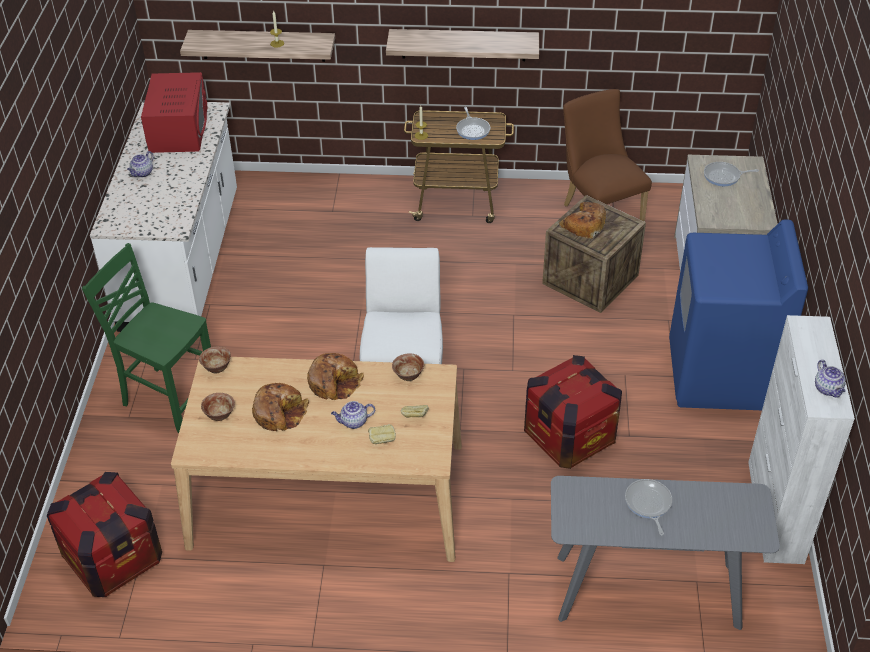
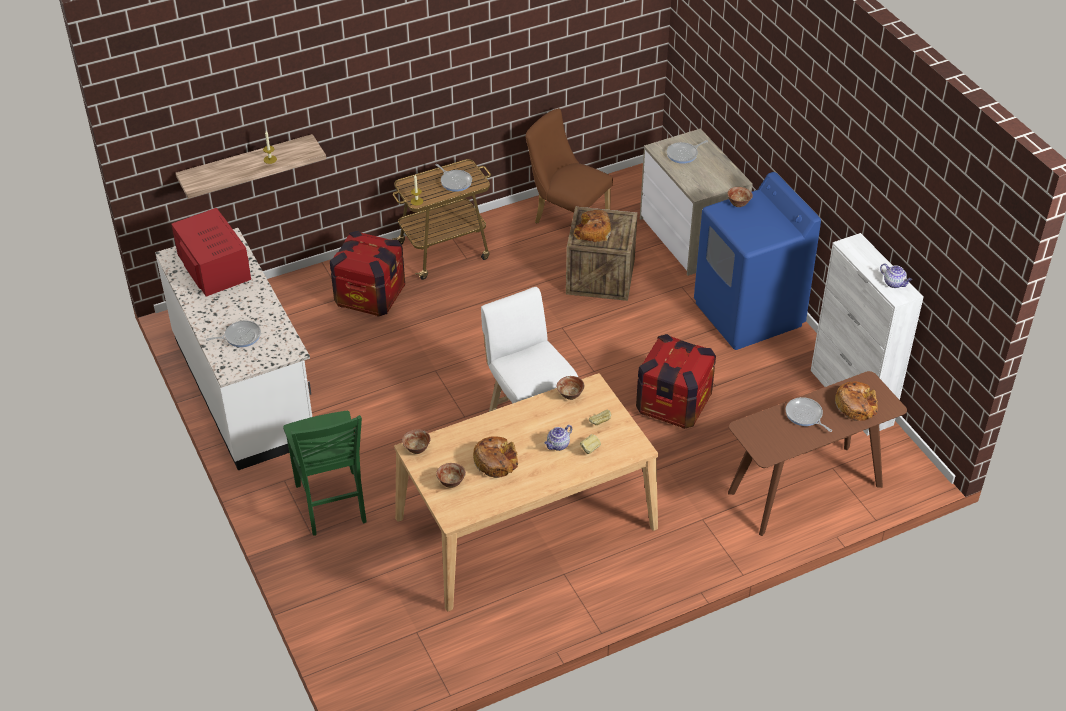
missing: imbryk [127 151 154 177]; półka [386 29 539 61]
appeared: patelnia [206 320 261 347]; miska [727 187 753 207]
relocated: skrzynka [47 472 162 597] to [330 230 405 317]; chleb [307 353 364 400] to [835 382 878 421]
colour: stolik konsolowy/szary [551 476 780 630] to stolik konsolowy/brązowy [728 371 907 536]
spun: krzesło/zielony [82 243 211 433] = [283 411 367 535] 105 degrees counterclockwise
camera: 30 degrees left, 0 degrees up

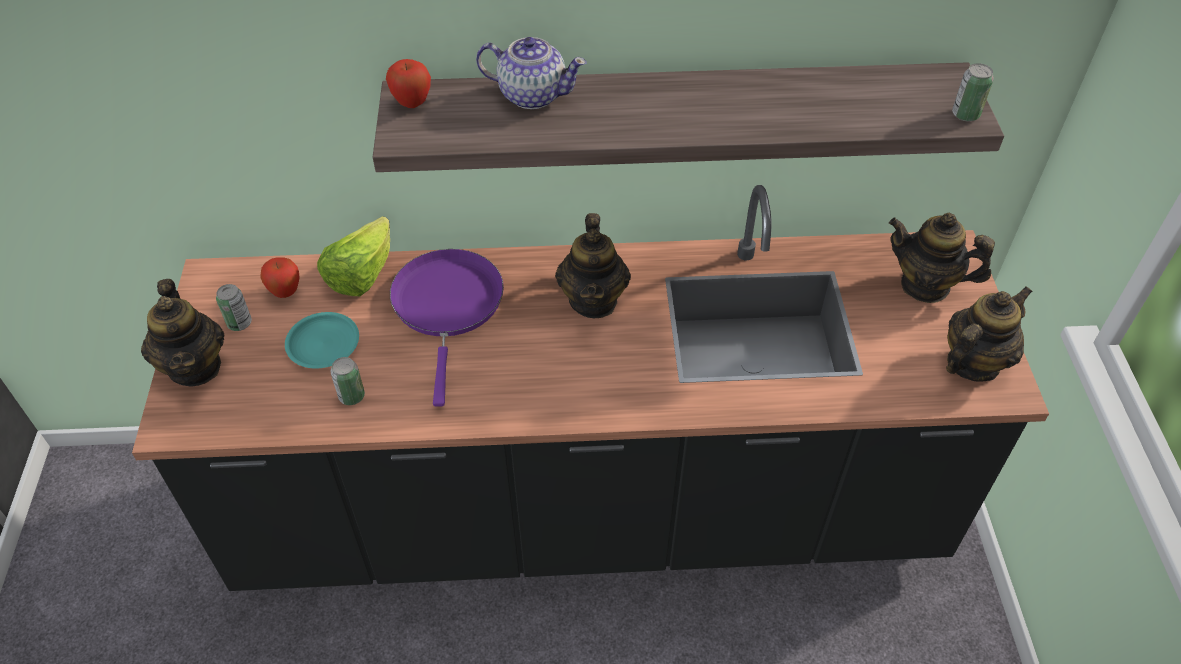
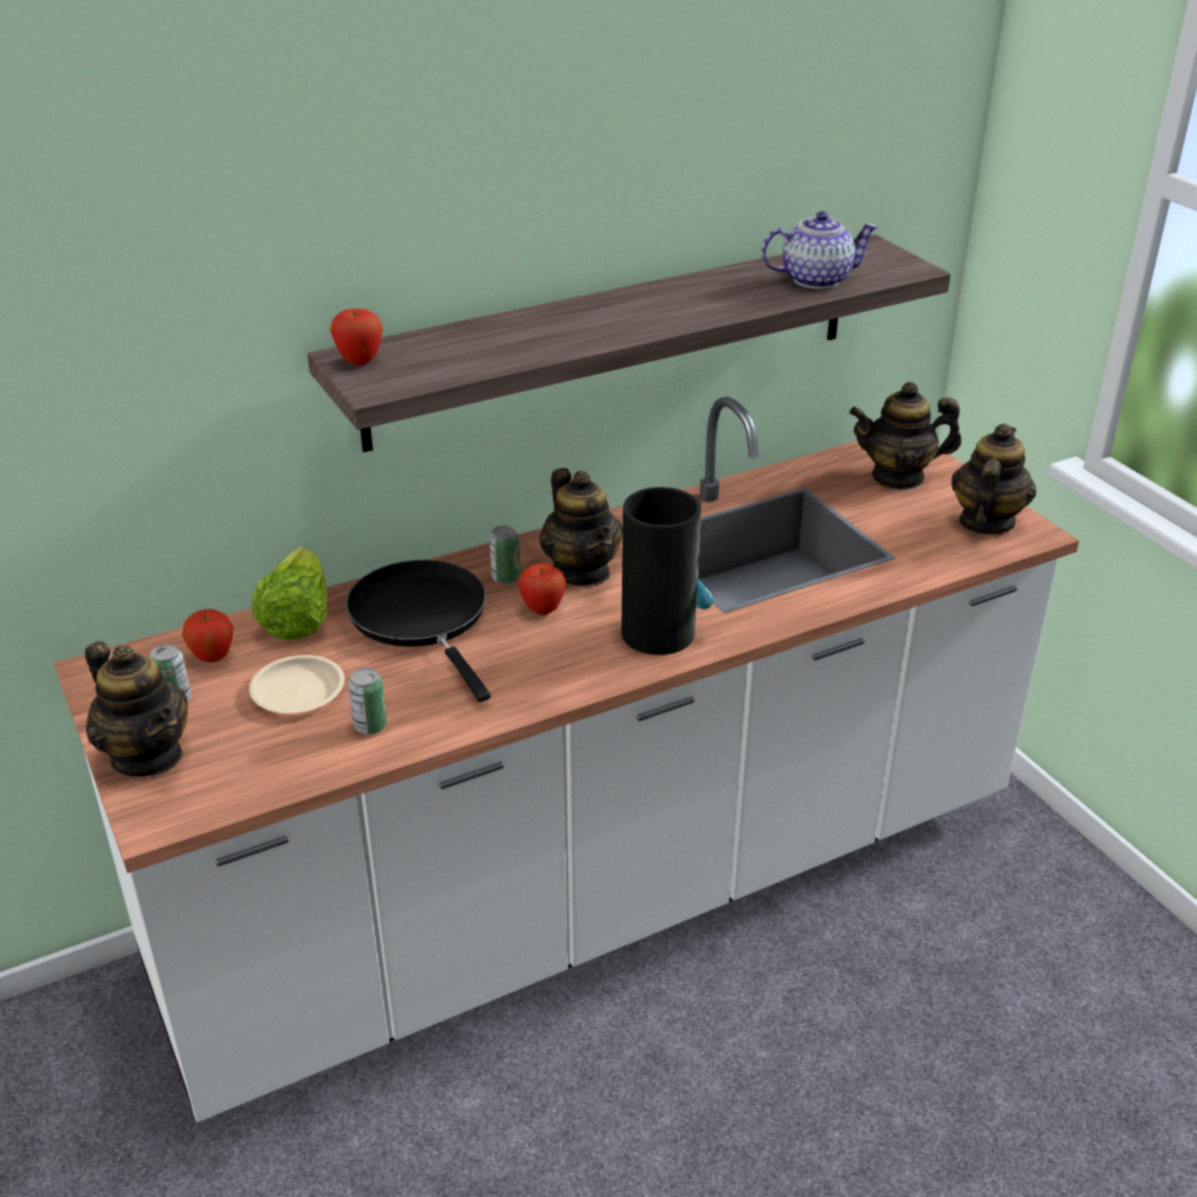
appeared: jabłko [518 564 566 615]; wazon [621 487 713 655]
relocated: imbryk [476 37 587 109] to [761 211 879 289]; puszka [952 63 994 121] to [490 525 520 584]
colour: zabudowa kuchenna/czarny [132 185 1049 591] to zabudowa kuchenna/biały [54 397 1079 1122]; talerz/turkusowy [285 312 359 369] to talerz/beżowy [249 655 345 713]; patelnia/fioletowy [390 249 504 407] to patelnia/czarny [346 560 491 702]
camera: 25 degrees left, 15 degrees down

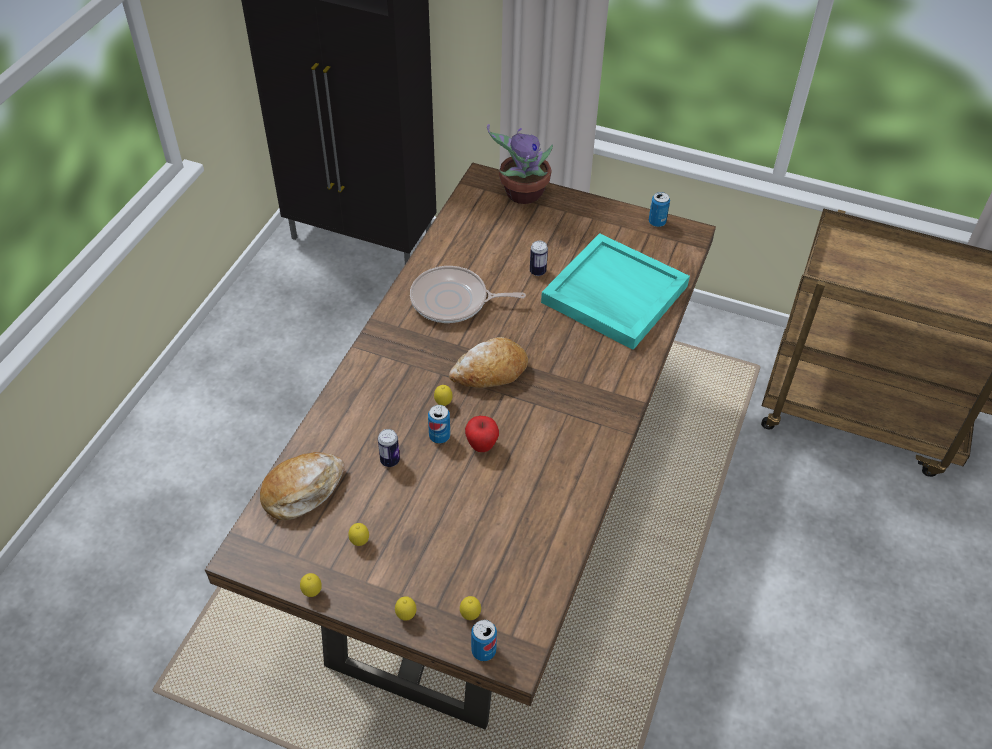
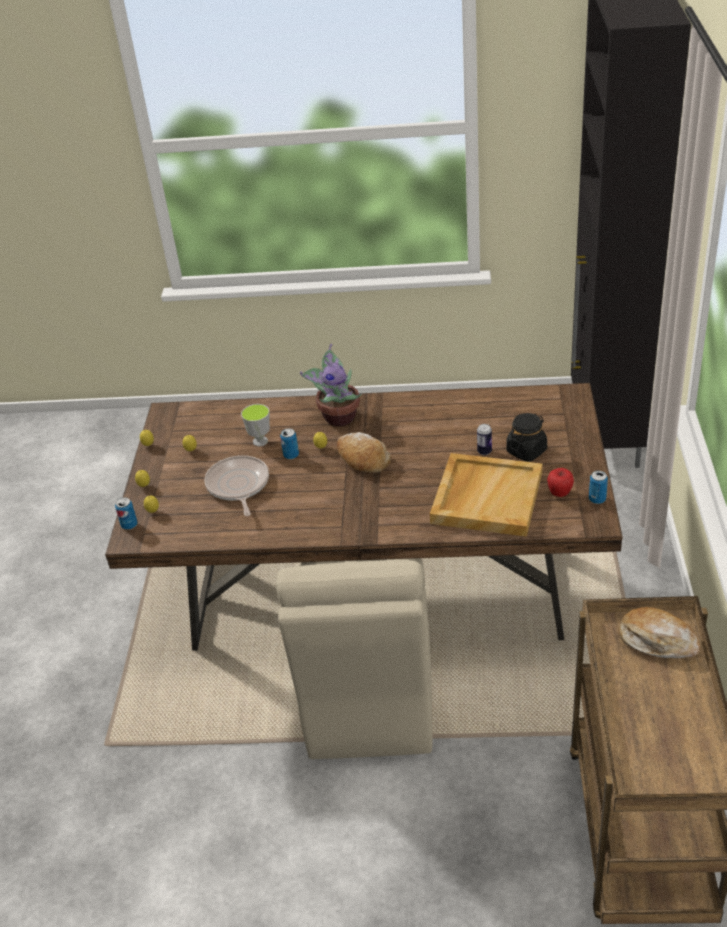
appeared: krzesło/beżowy [276 558 433 759]; słoik/czarny [506 413 547 462]
relocated: chleb [260 452 344 520] to [618 607 700 659]; patelnia [410 266 526 323] to [204 455 269 516]; jabłko [465 416 499 452] to [547 468 574 497]; roślina doniczkowa [487 124 553 204] to [300 344 362 426]
exchanged: puszka [378 429 400 467] to filiżanka [241 404 270 446]
colour: taca/turkusowy [541 233 690 350] to taca/beżowy [430 453 542 537]
camera: 75 degrees right, 10 degrees down

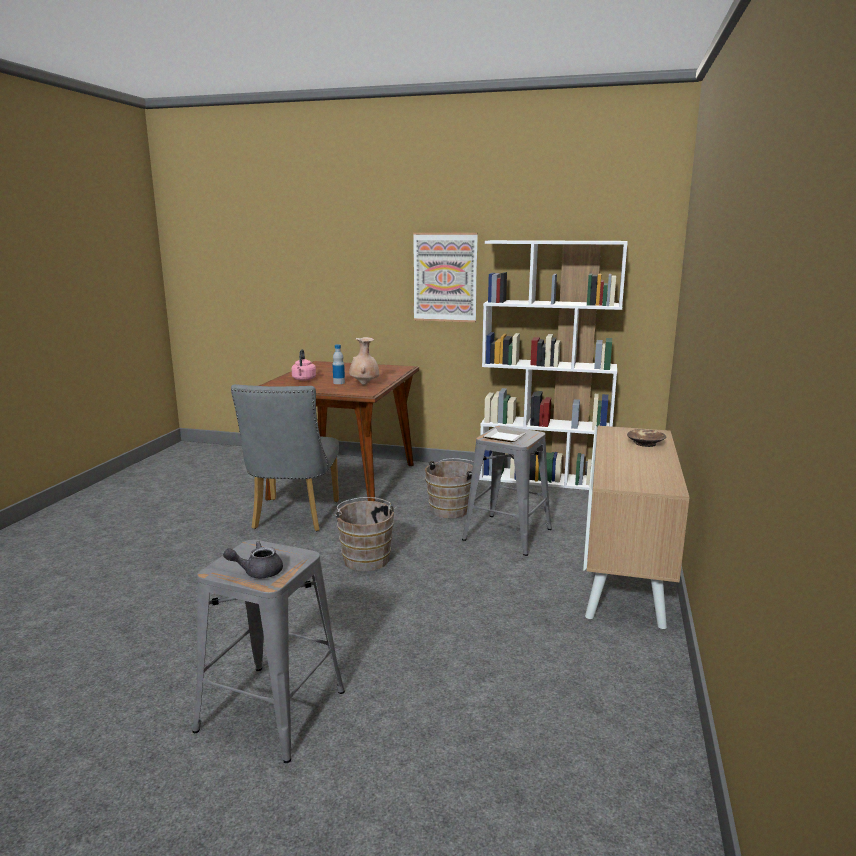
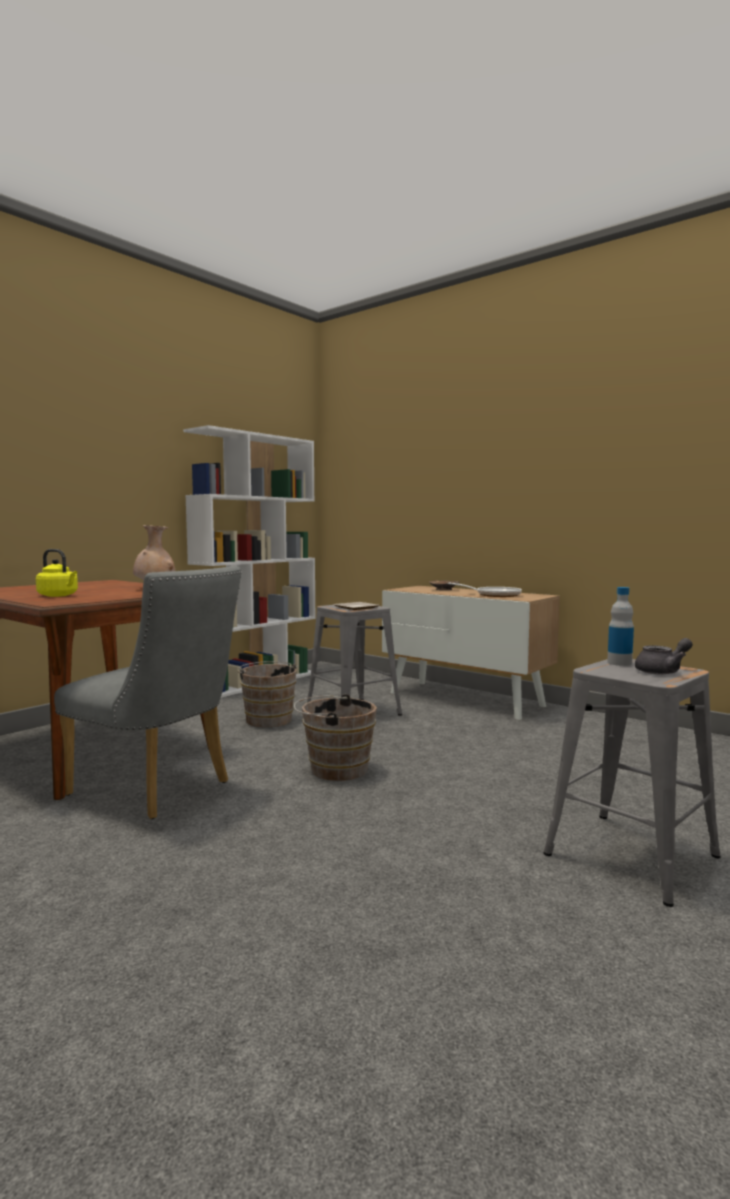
missing: obraz [413 233 478 322]
appeared: patelnia [448 582 522 597]
relocated: butelka [333 344 345 384] to [607 587 634 666]
colour: czajnik/różowy [292 349 316 381] to czajnik/żółty [36 549 78 597]
spun: imbryk/szary [223 541 283 579] = [635 638 693 675] 120 degrees counterclockwise
camera: 65 degrees left, 10 degrees down

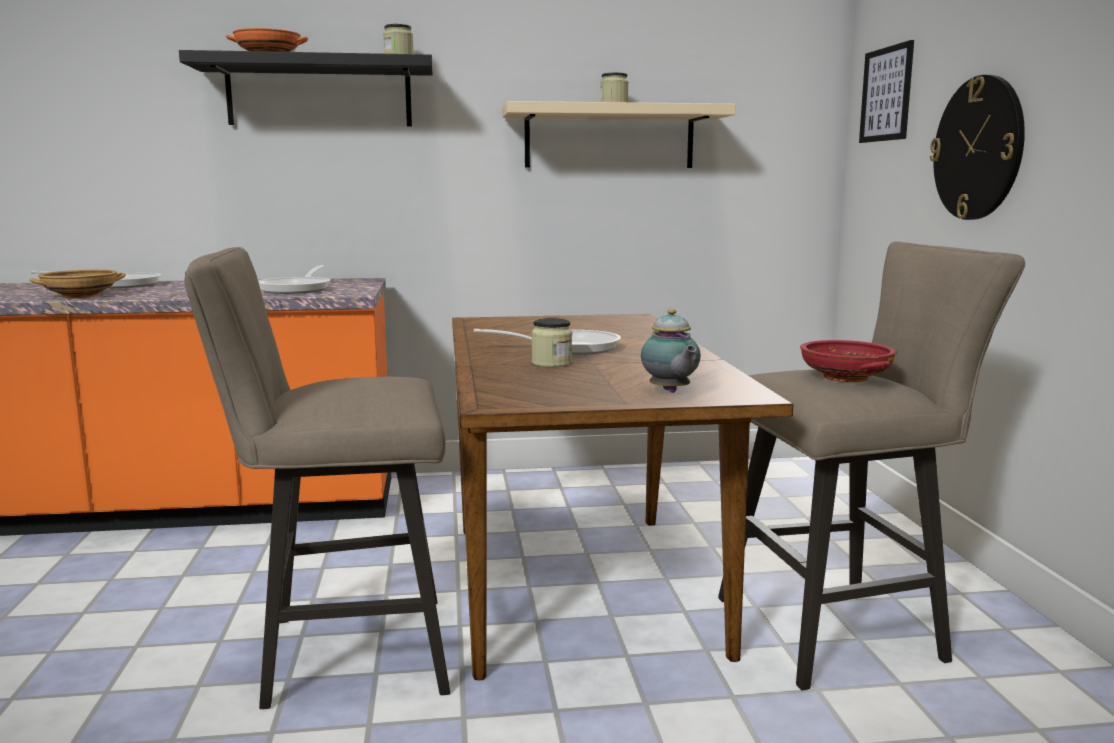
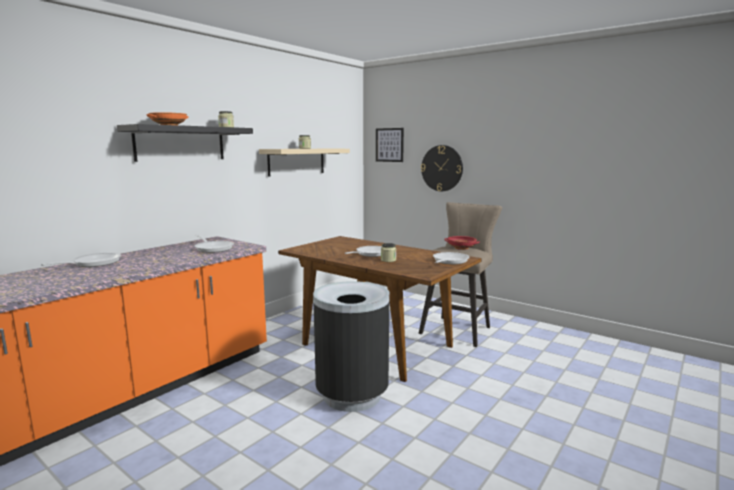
missing: miska/beżowy [29 270 126 298]
exchanged: stołek/beżowy [184 247 450 709] to kosz na śmieci/czarny [313 281 390 412]; imbryk [641 309 701 393] to patelnia [433 252 469 264]
camera: 45 degrees left, 0 degrees up

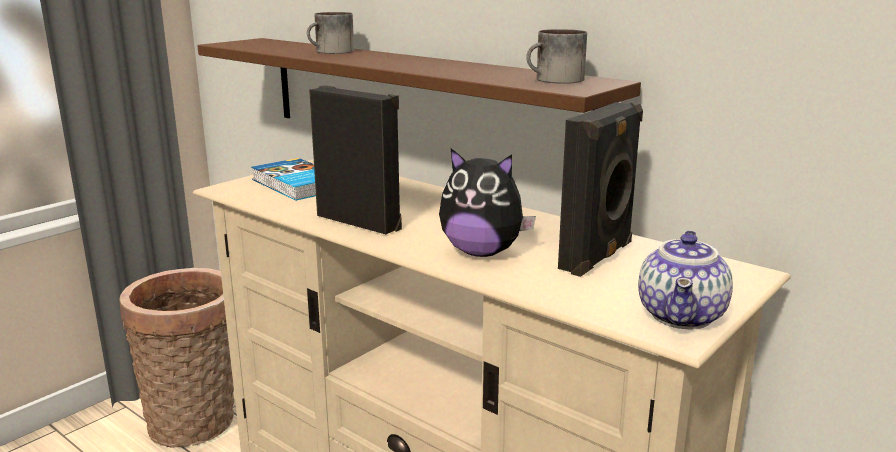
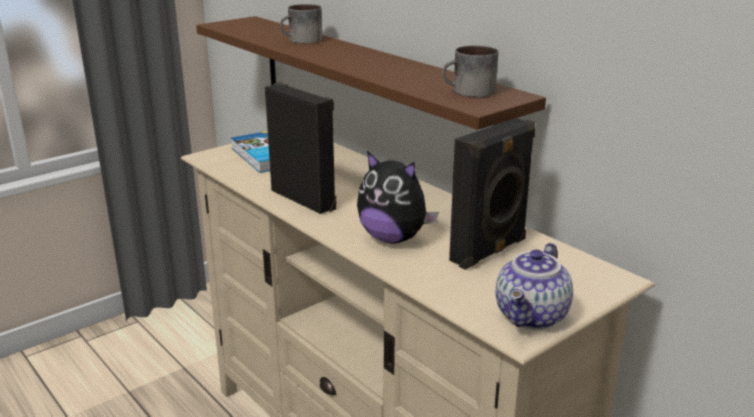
missing: koszyk [119 268 234 448]
camera: 10 degrees right, 5 degrees up

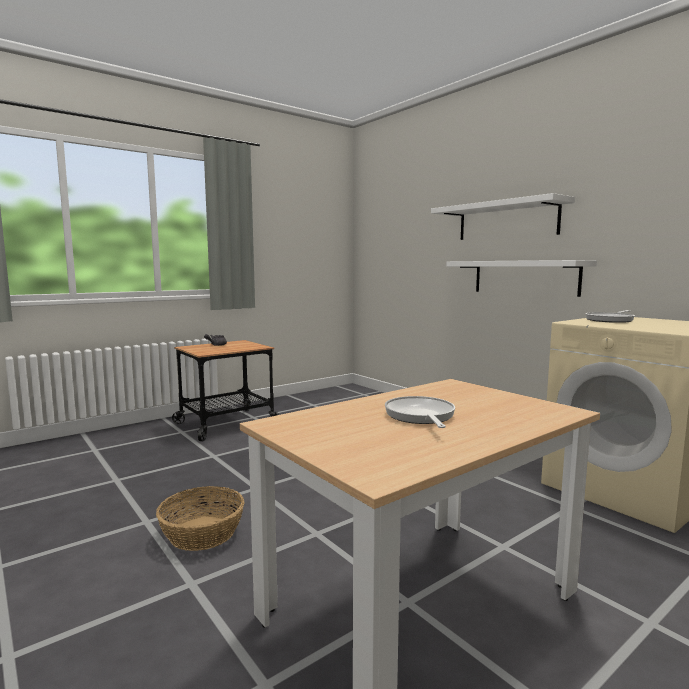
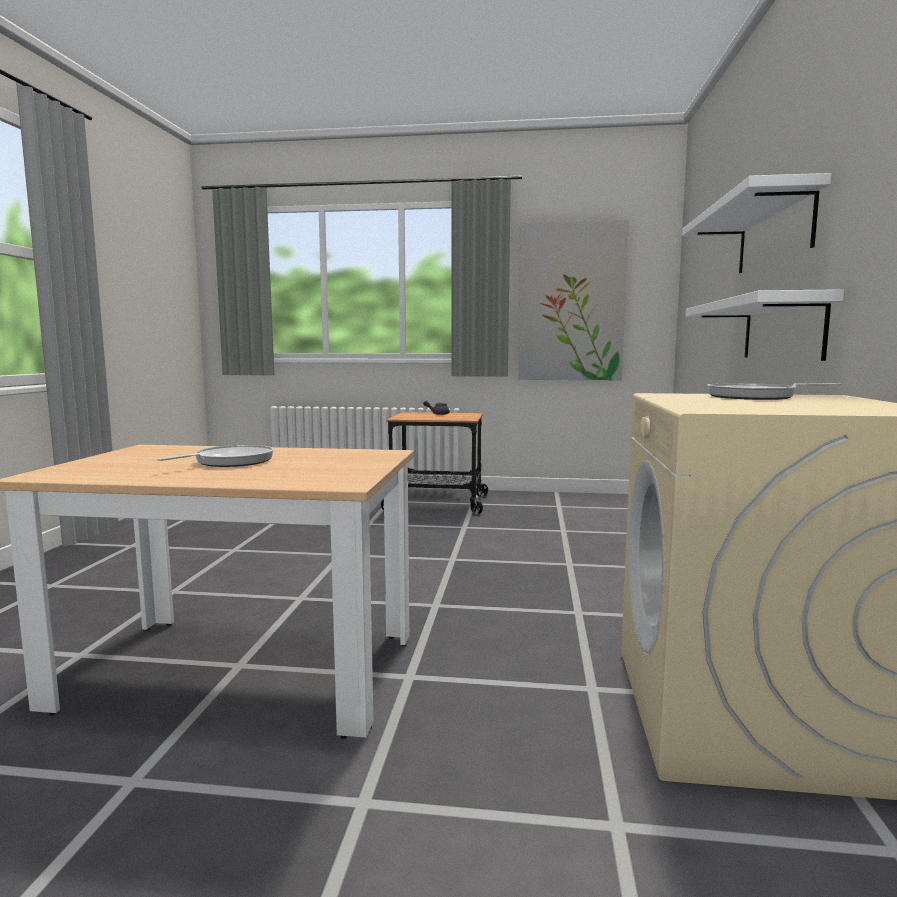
missing: koszyk [156 486 244 551]
appeared: obraz [518 220 629 380]
camera: 45 degrees right, 0 degrees up

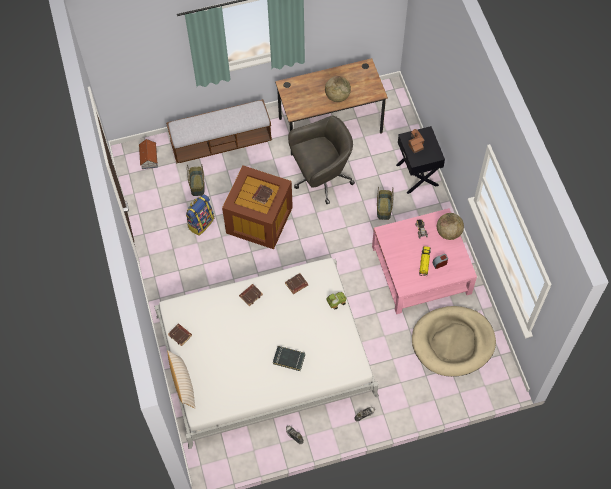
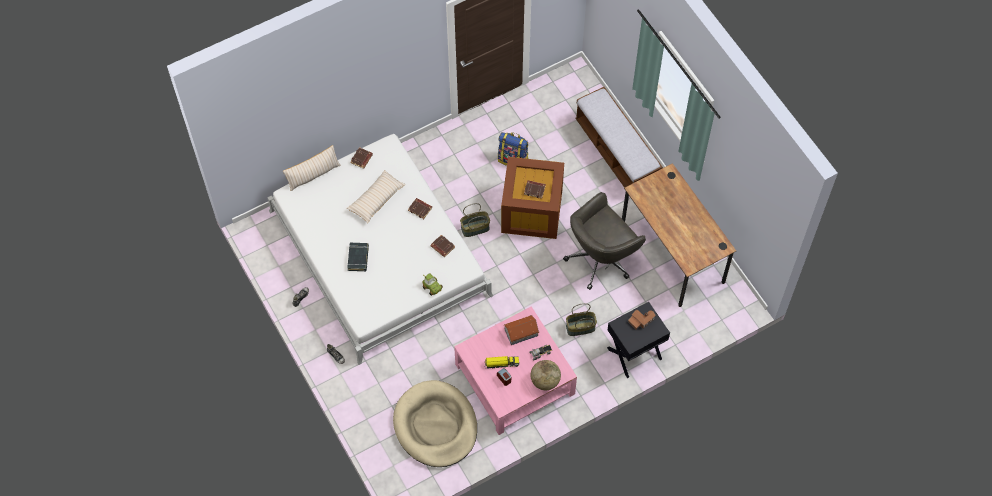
missing: globus [325 76 351 102]
appeared: poduszka/beżowy [347 170 406 223]
relocated: domek [139 139 158 169] to [504 315 539 345]; koszyk [187 164 205 196] to [460 203 490 237]
spun: krzesło biurowe/szary [288 115 355 204] = [563 192 646 290] 90 degrees clockwise
camera: 75 degrees right, 0 degrees up

